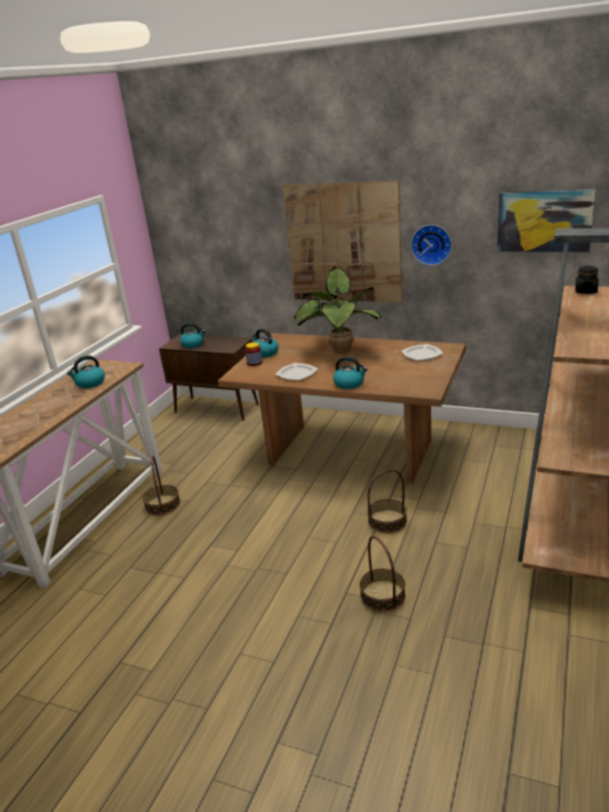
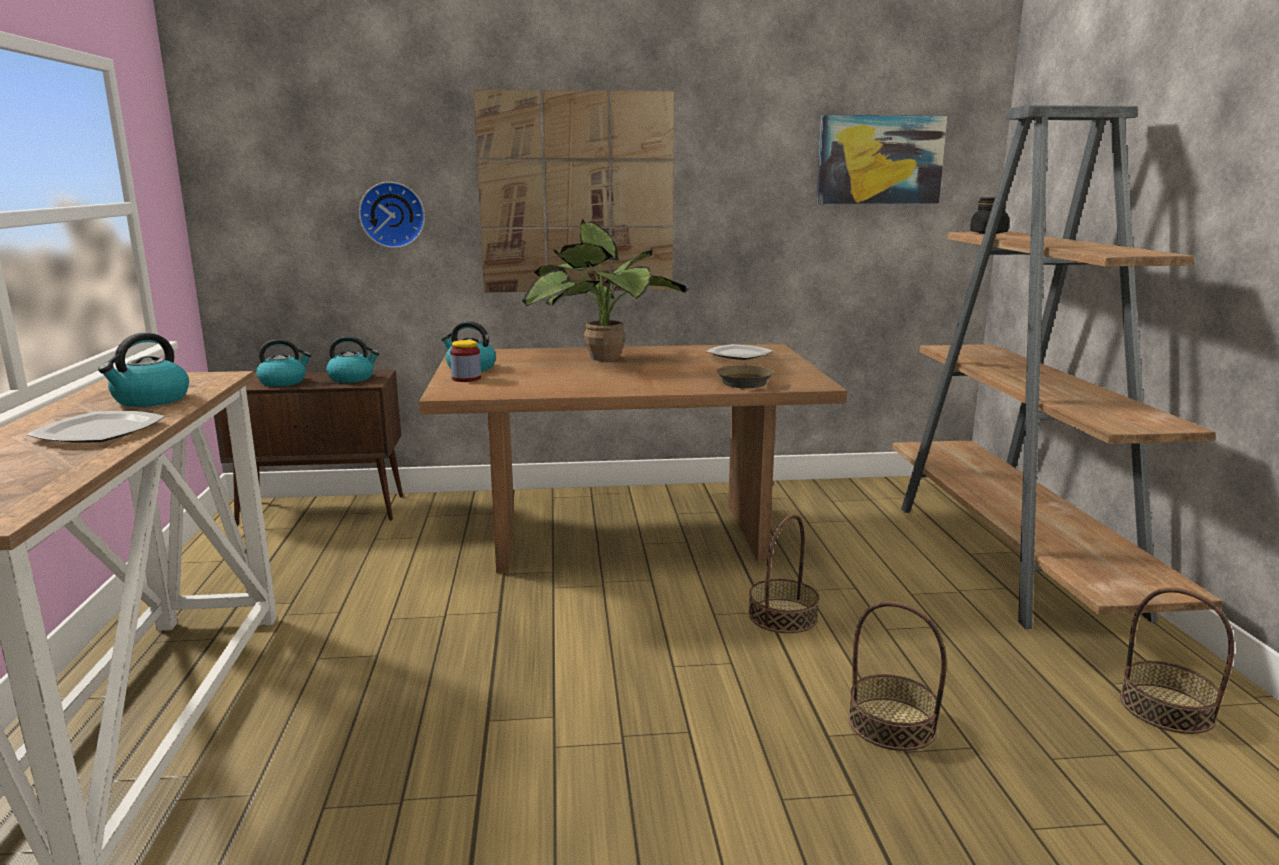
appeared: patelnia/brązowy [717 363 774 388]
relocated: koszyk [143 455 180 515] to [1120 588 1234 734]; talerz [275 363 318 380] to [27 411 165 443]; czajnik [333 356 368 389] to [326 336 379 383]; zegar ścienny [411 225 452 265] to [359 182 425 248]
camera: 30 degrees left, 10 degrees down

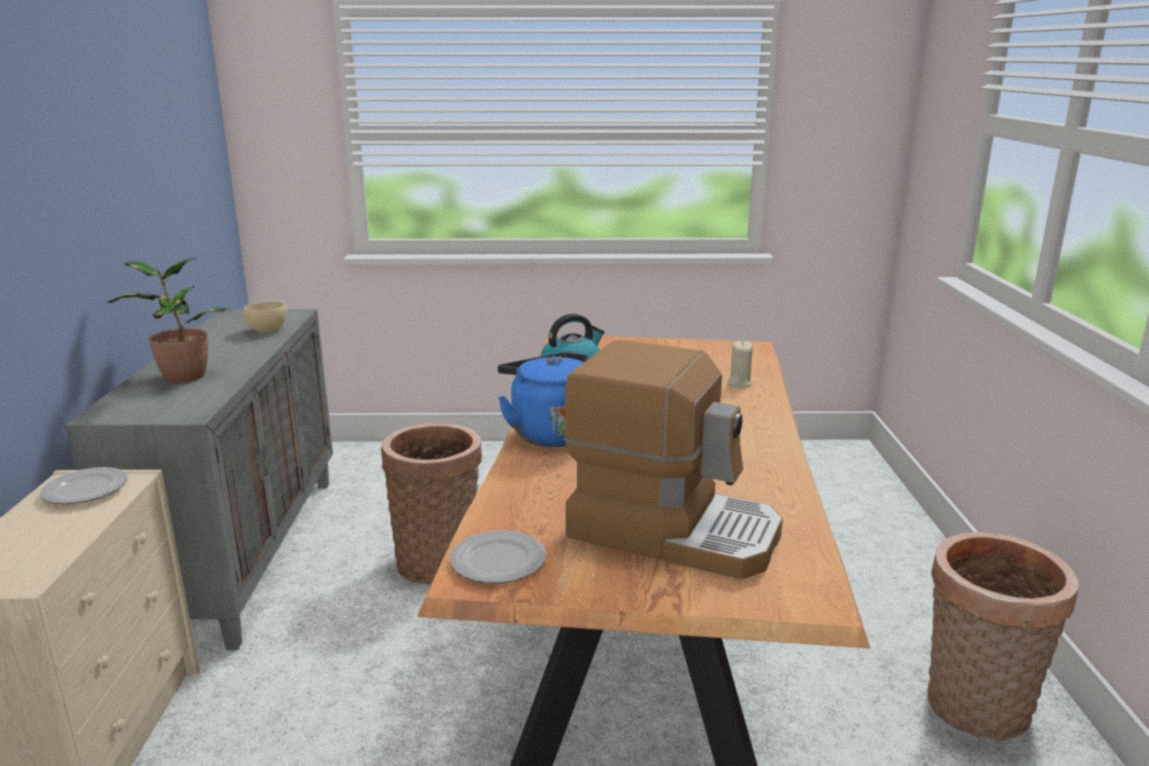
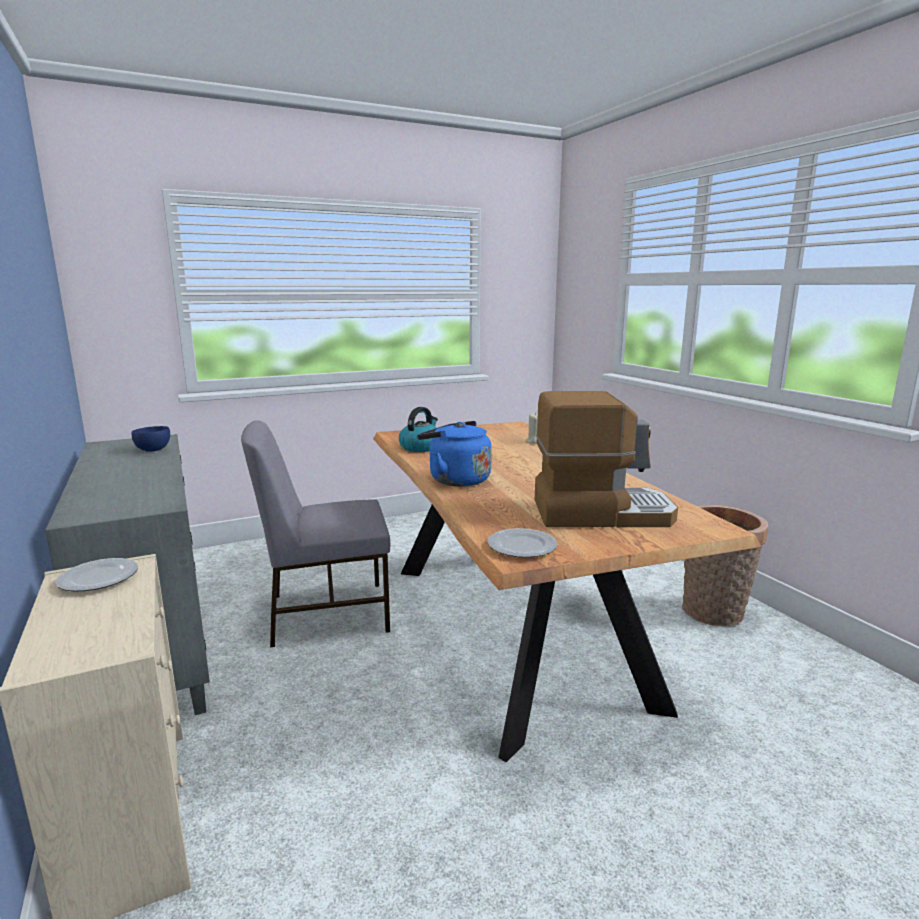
missing: roślina doniczkowa [105 258 231 383]
exchanged: koszyk [381 423 482 584] to krzesło/szary [241 420 390 647]
colour: miska/beżowy [243 302 287 332] to miska/niebieski [132 426 170 452]
camera: 25 degrees left, 5 degrees down

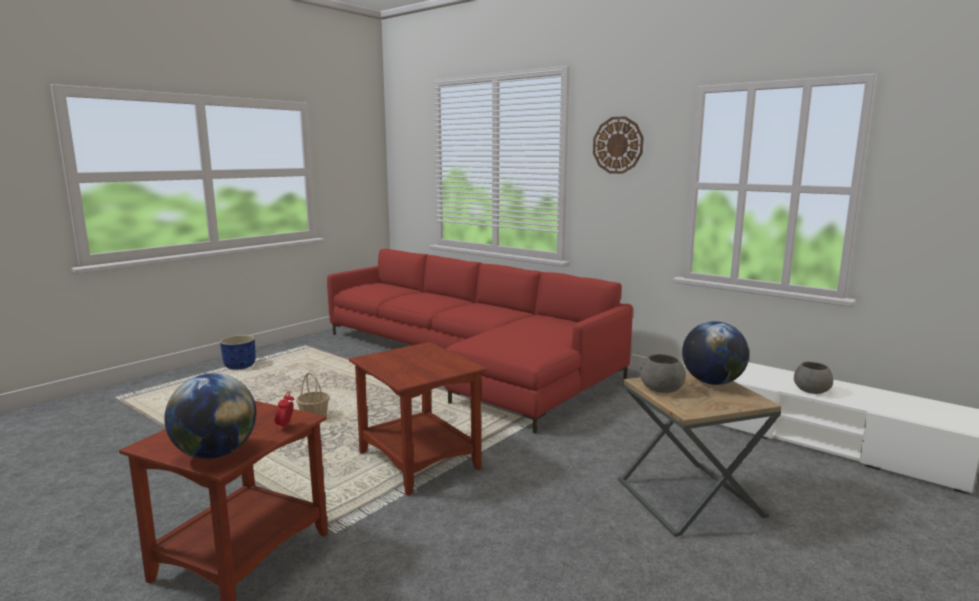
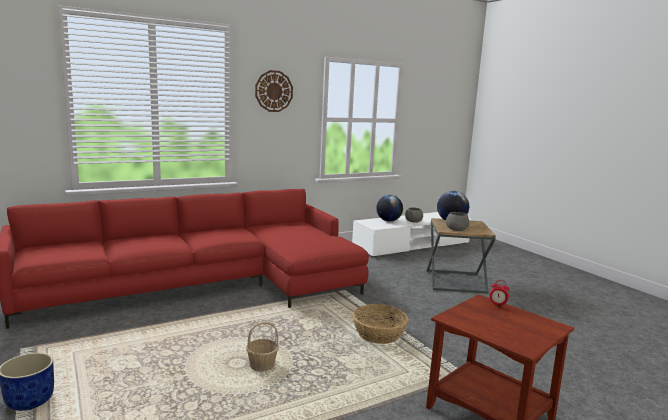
relocated: globus [164 373 256 459] to [376 195 403 222]
exchanged: stolik/brązowy [349 342 486 496] to koszyk [353 304 408 344]
camera: 70 degrees left, 0 degrees up

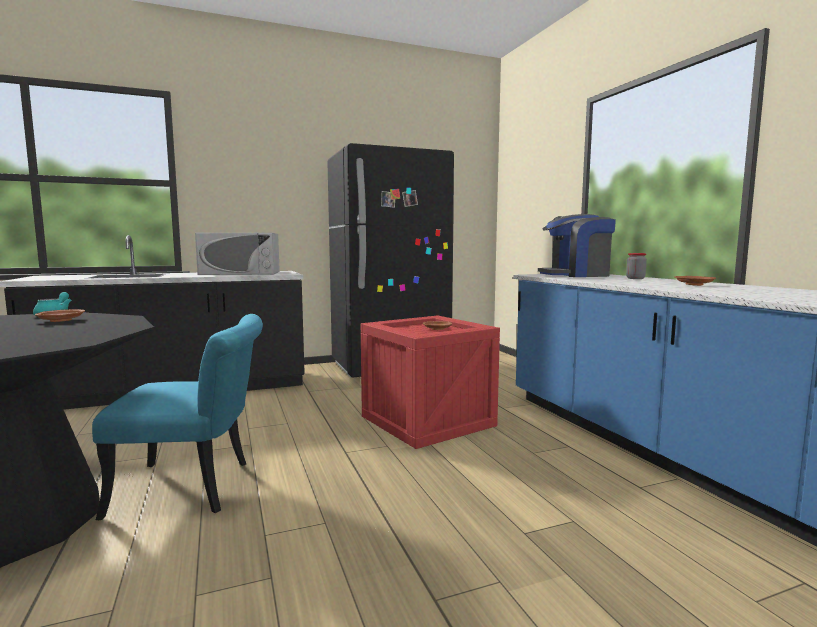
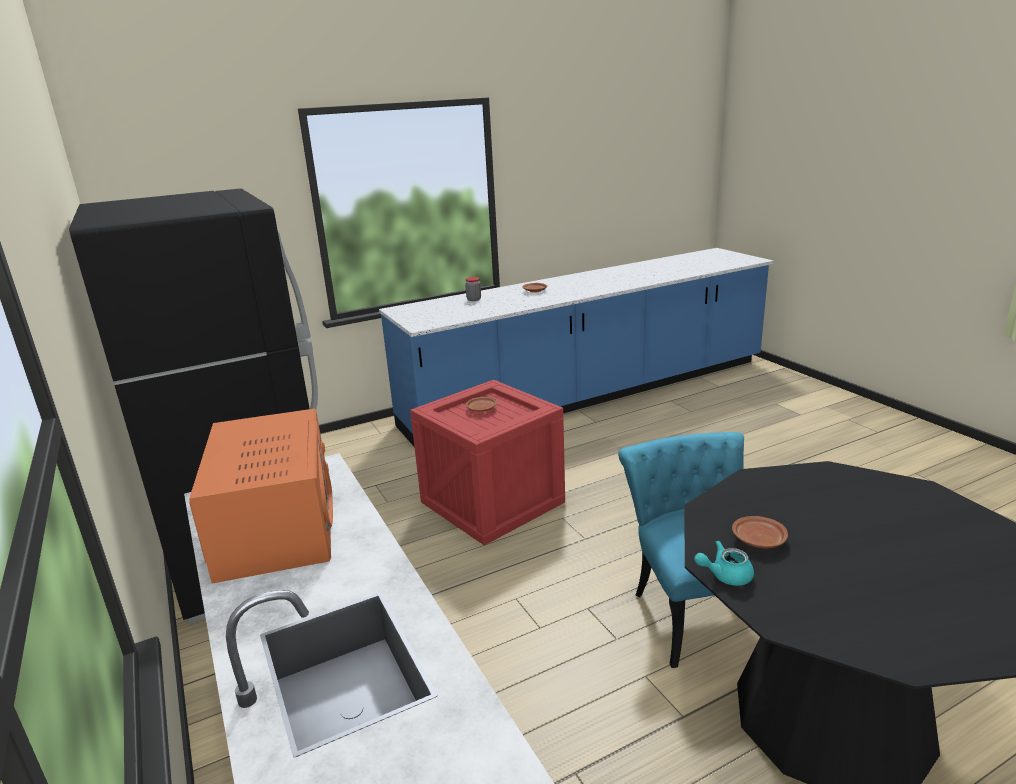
missing: ekspres do kawy [538 214 616 277]
colour: mikrofalówka/biały [195 233 280 275] to mikrofalówka/pomarańczowy [189 409 333 584]
camera: 95 degrees left, 15 degrees up

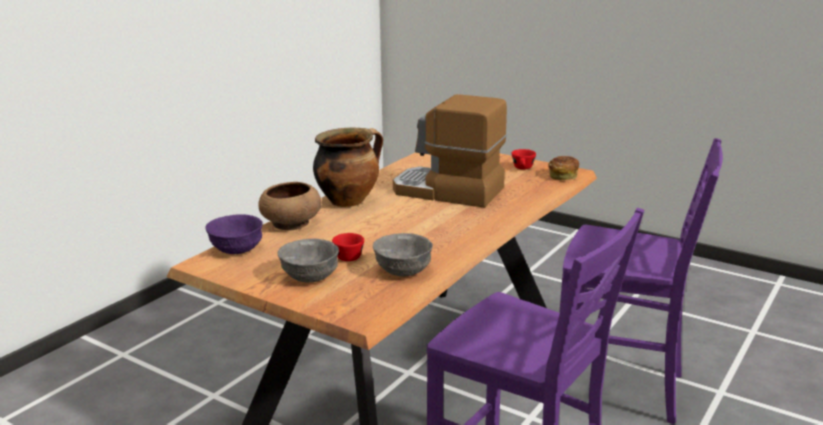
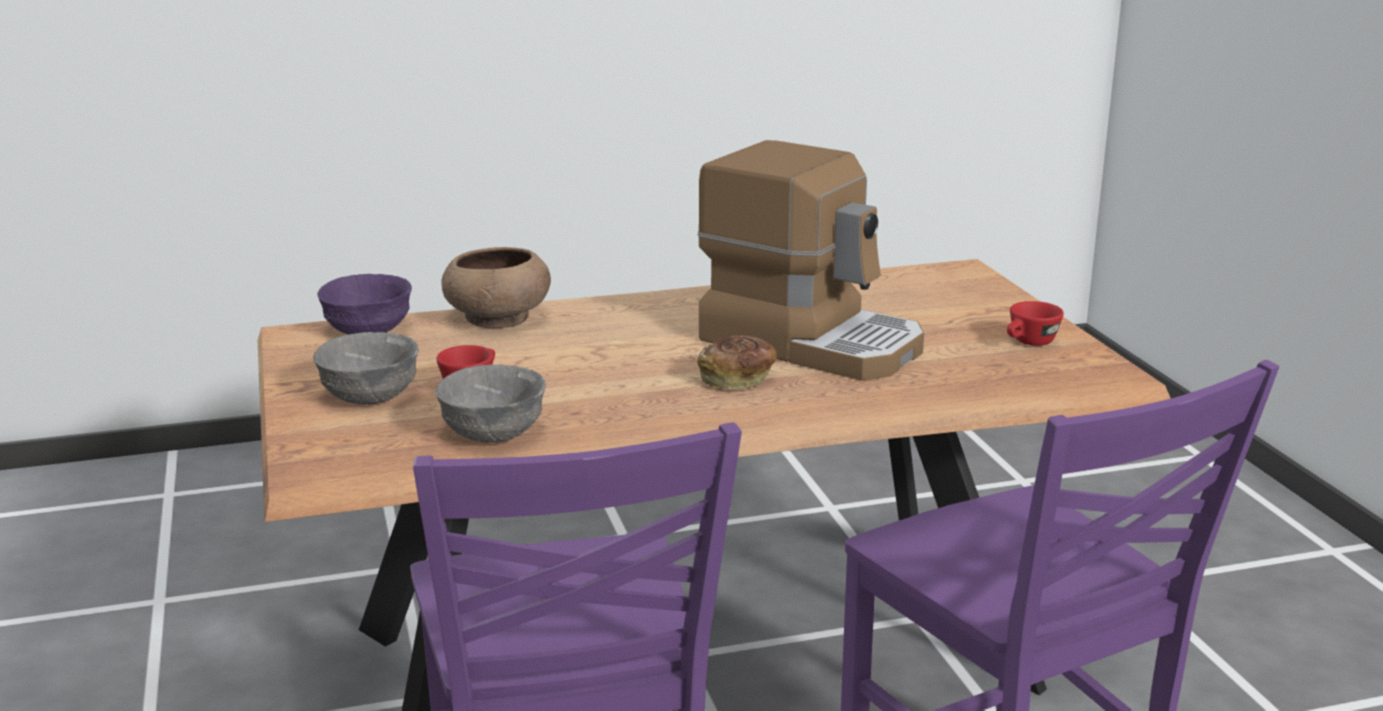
missing: garnek [313 127 383 207]
relocated: chleb [548 156 579 180] to [697 335 777 390]
spun: ekspres do kawy [393 94 507 208] = [697 140 924 381] 150 degrees clockwise
camera: 40 degrees right, 0 degrees up

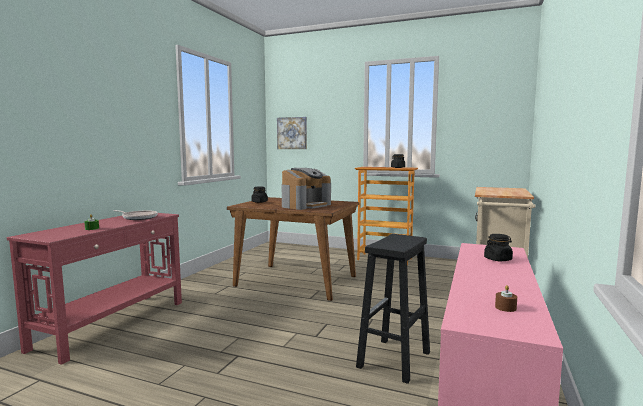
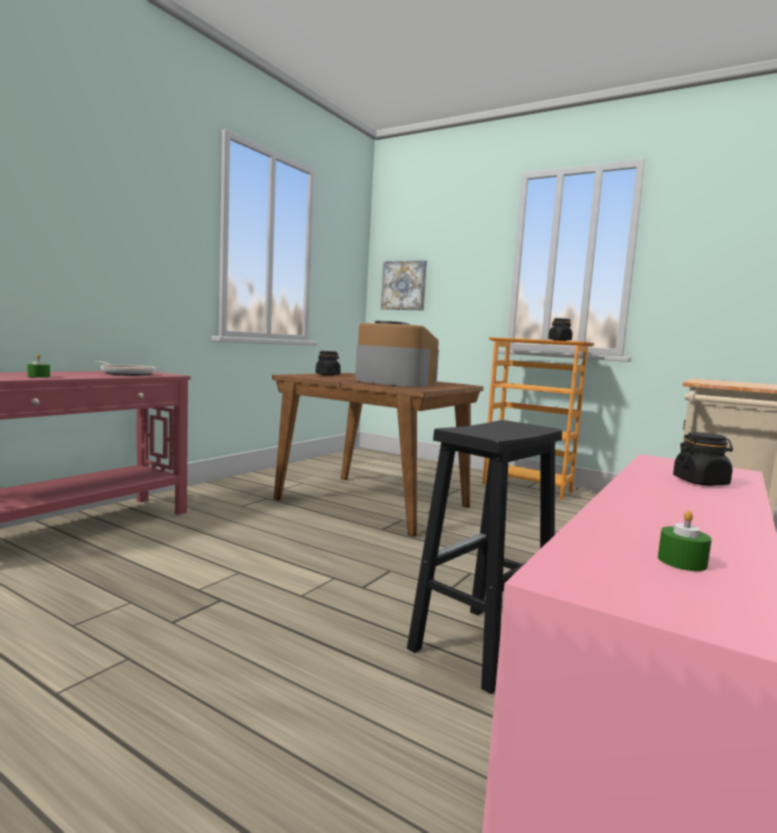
colour: świeca/brązowy [495 285 517 312] to świeca/zielony [658 510 712 571]
spun: ekspres do kawy [282 168 331 210] = [355 321 439 387] 105 degrees counterclockwise
camera: 10 degrees right, 0 degrees up

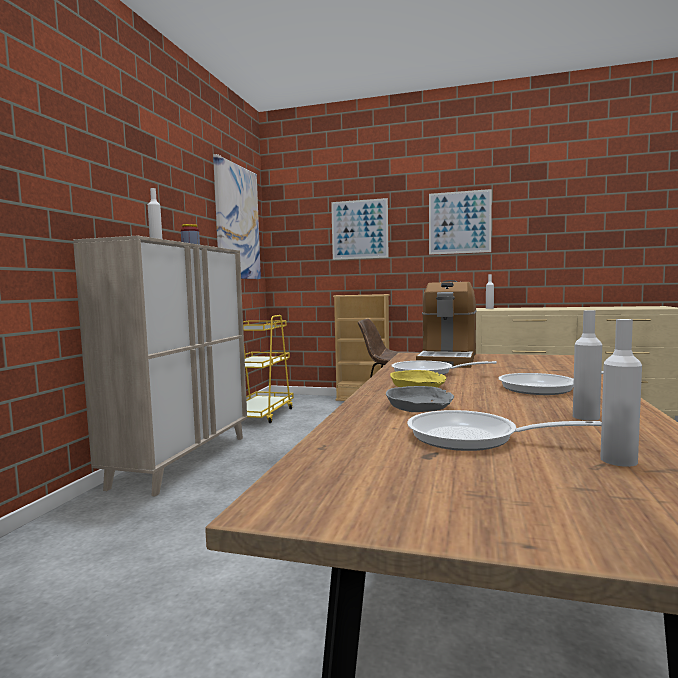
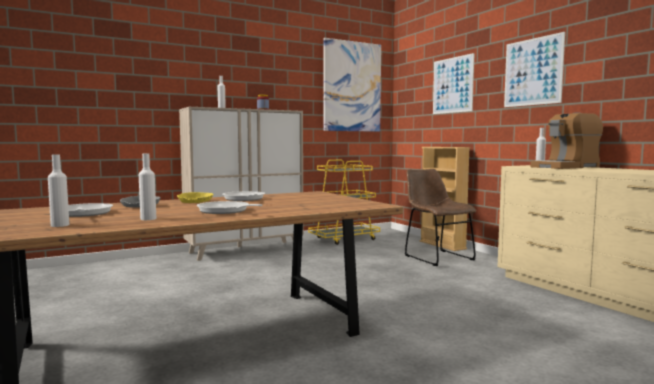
relocated: ekspres do kawy [416 280 477 368] to [530 112 603 169]
camera: 45 degrees right, 0 degrees up

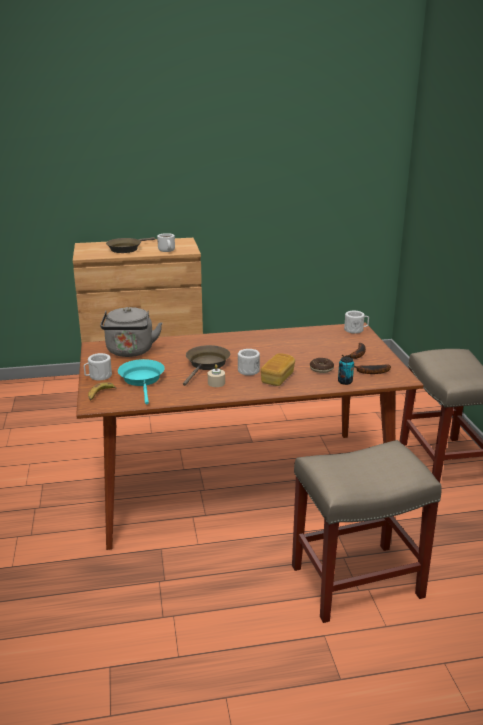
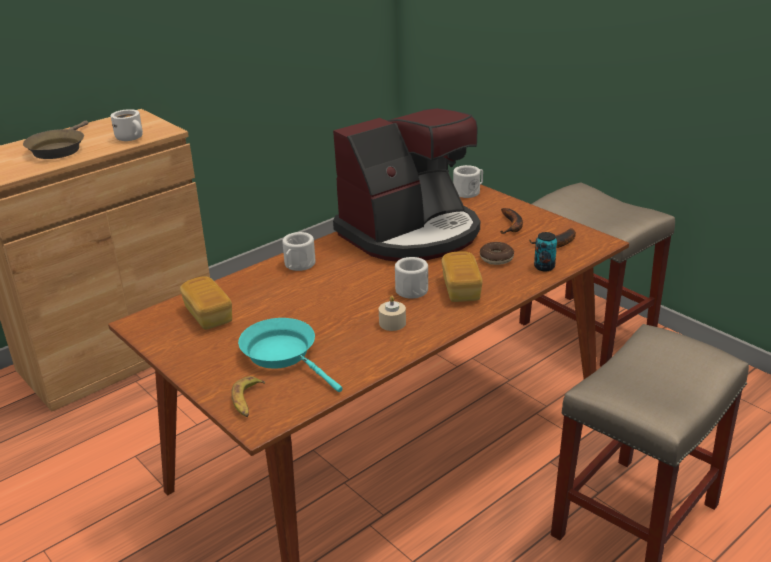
missing: patelnia/brązowy [183 345 230 386]
appeared: ekspres do kawy [333 108 480 262]
relocated: kubek/biały [84 353 112 381] to [282 232 315 271]
exchanged: czajnik/szary [100 307 162 357] to chleb [180 276 232 330]
camera: 30 degrees left, 5 degrees up

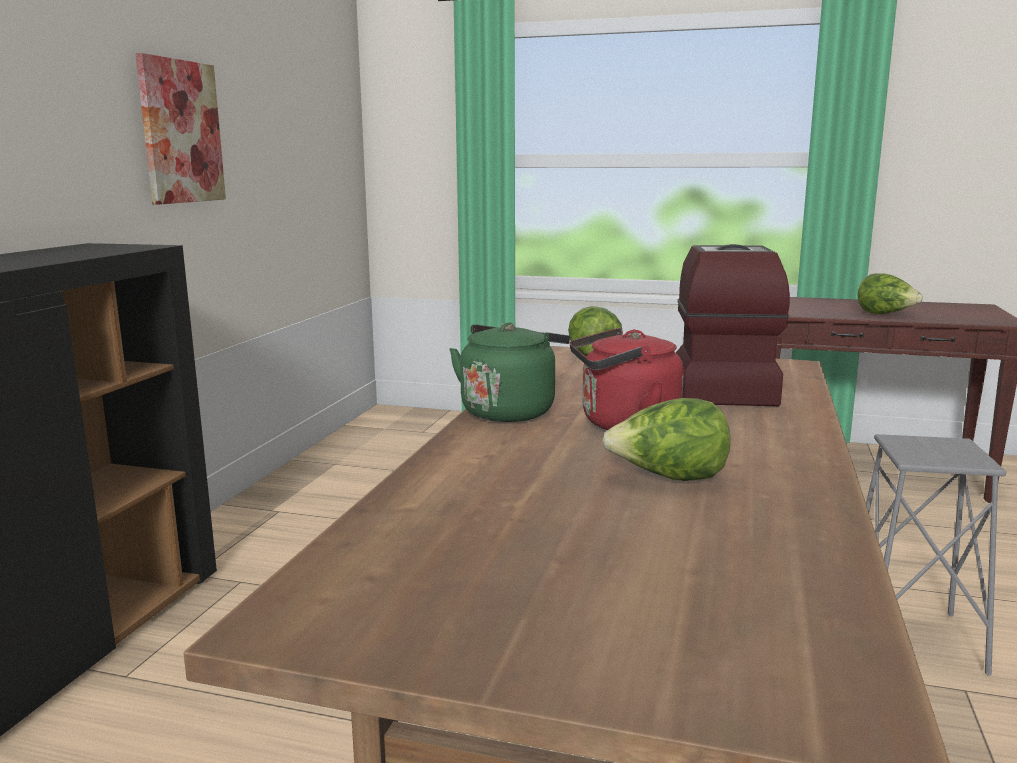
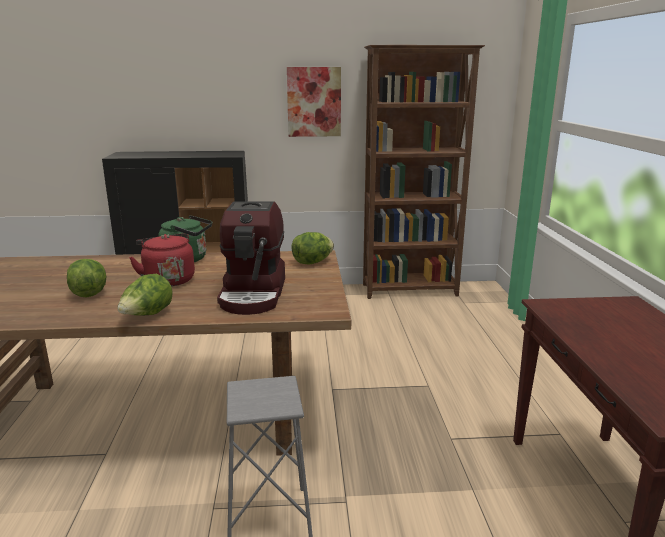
appeared: regał/brązowy [363 45 485 299]
relocated: sałata [858 273 923 314] to [117 274 173 316]
spun: ekspres do kawy [676 244 790 406] = [217 201 285 315] 105 degrees clockwise
camera: 70 degrees right, 5 degrees up

